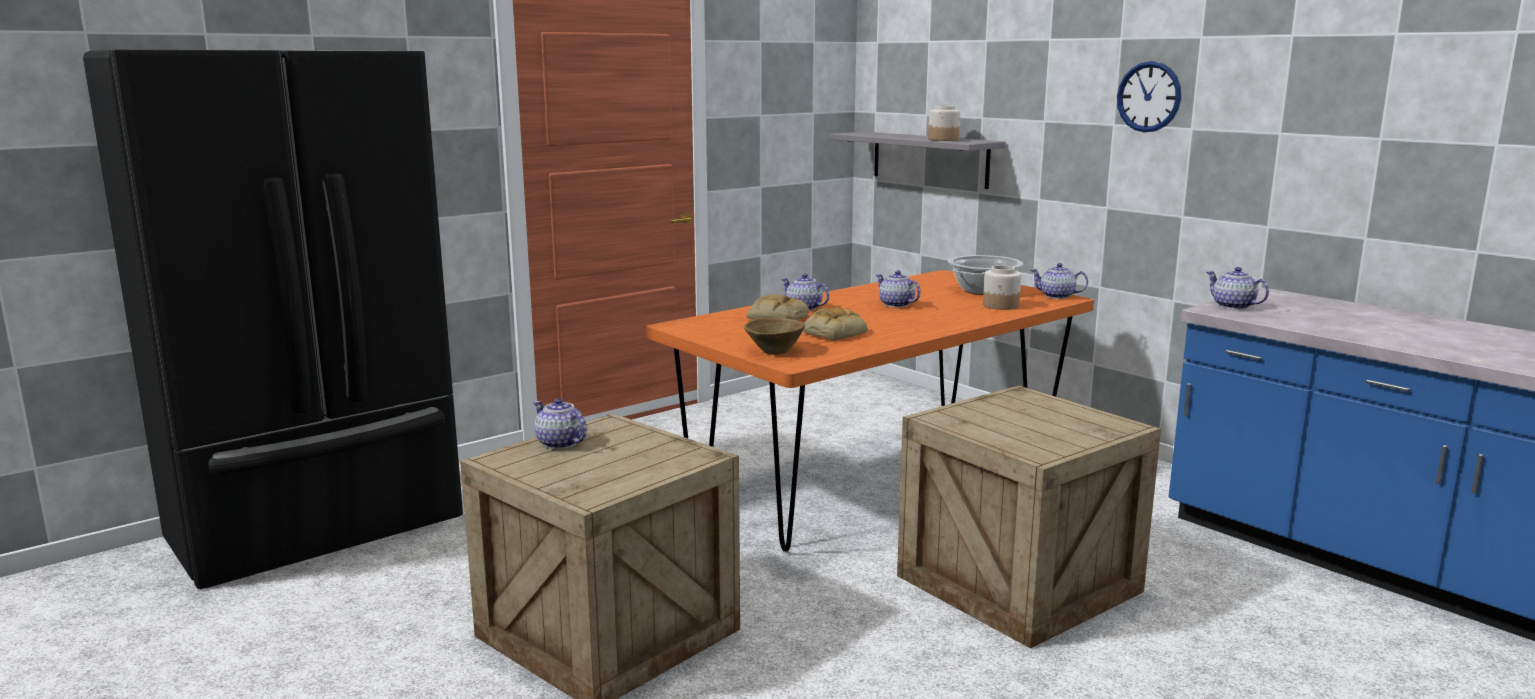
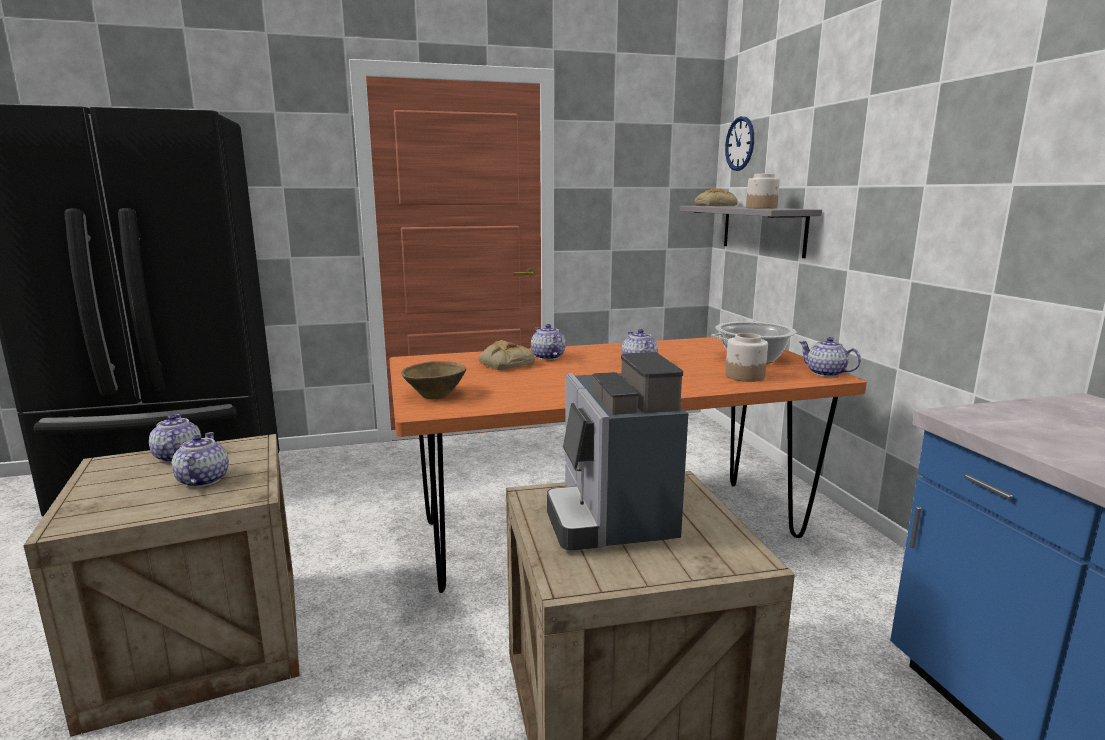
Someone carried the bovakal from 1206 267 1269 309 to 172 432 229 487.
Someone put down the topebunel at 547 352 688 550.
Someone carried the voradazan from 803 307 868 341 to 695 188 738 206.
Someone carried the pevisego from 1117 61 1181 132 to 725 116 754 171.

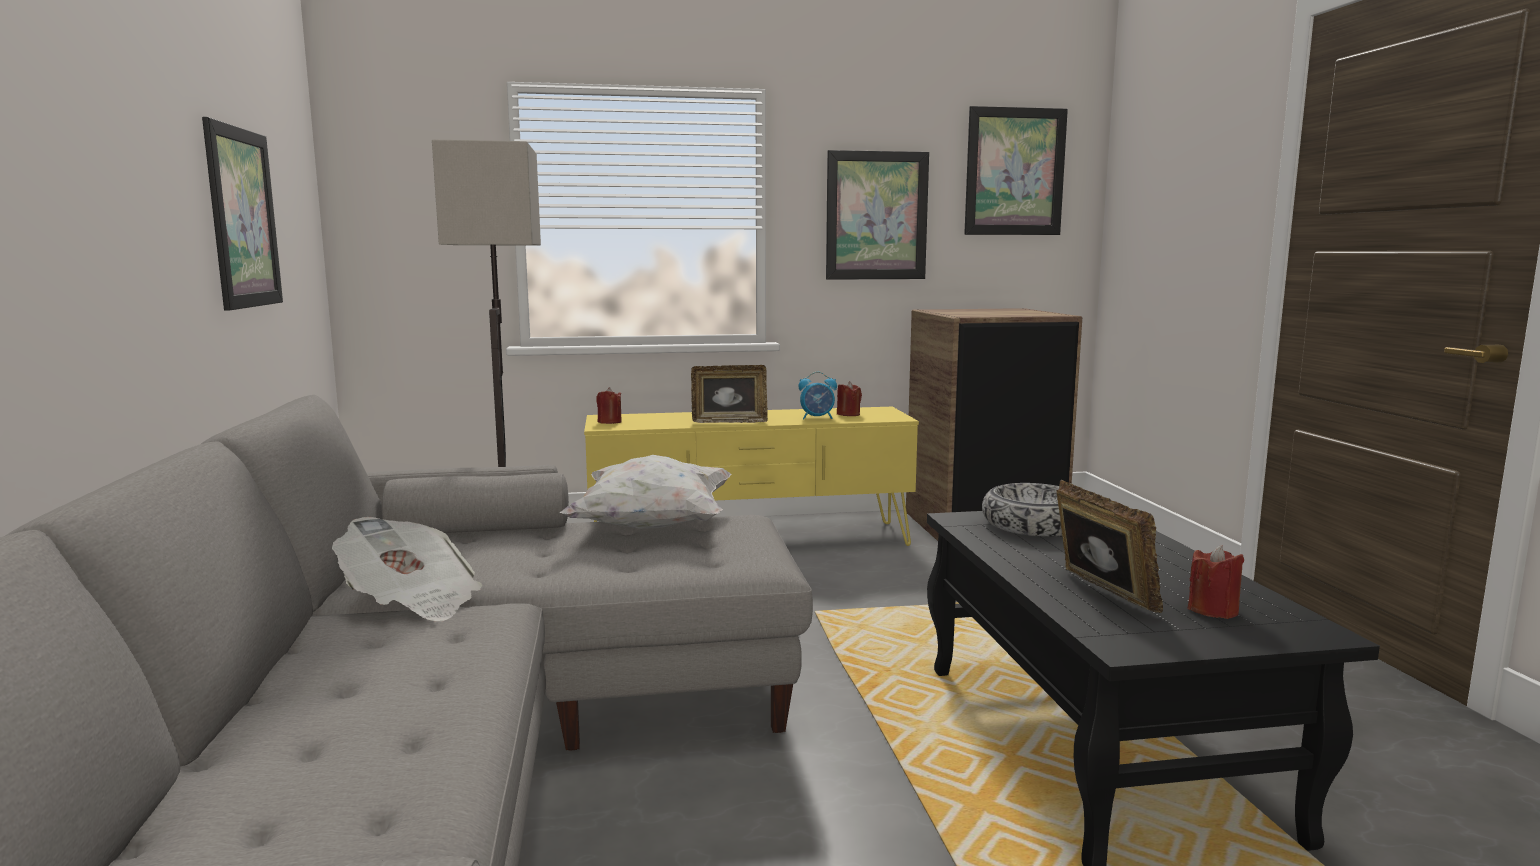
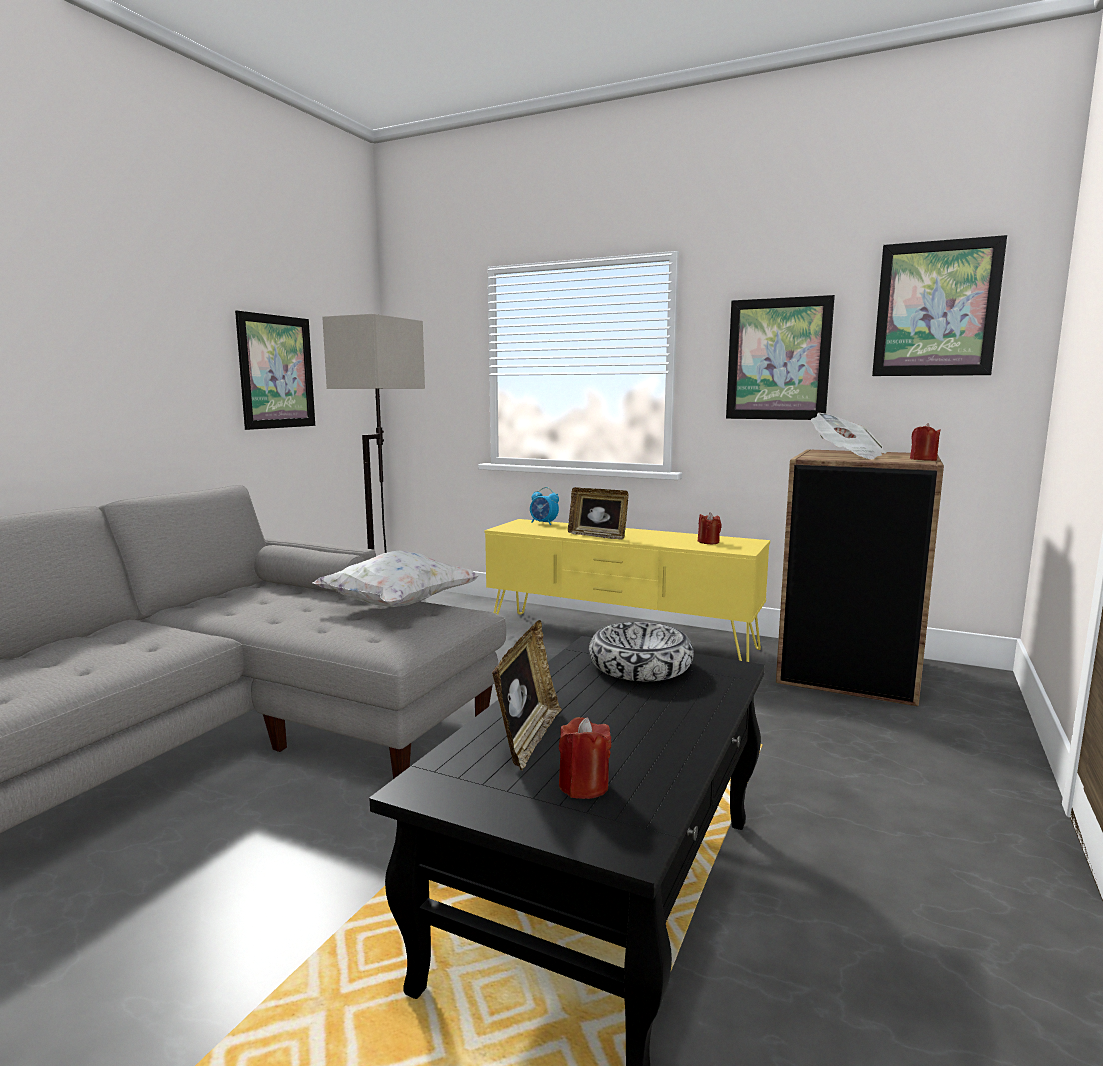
Someone carried the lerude from 798 372 837 419 to 530 487 559 525.
Someone carried the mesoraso from 332 517 483 621 to 811 413 887 459.
Someone carried the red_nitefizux from 596 387 622 424 to 910 423 941 461.

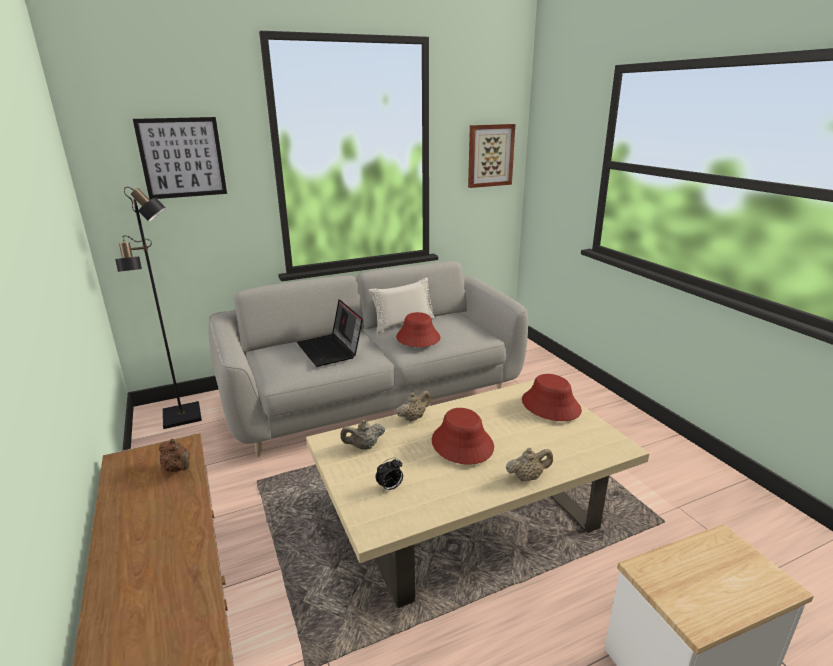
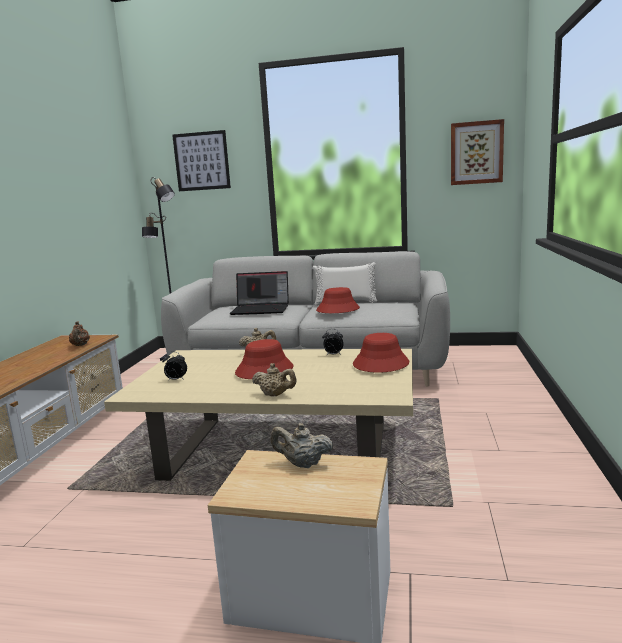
Someone rotated the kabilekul at 297 299 363 367 by 90 degrees counterclockwise.
Someone carried the beige_bovakal from 341 420 385 450 to 271 423 333 468.
Someone put down the lerude at 322 329 344 355.

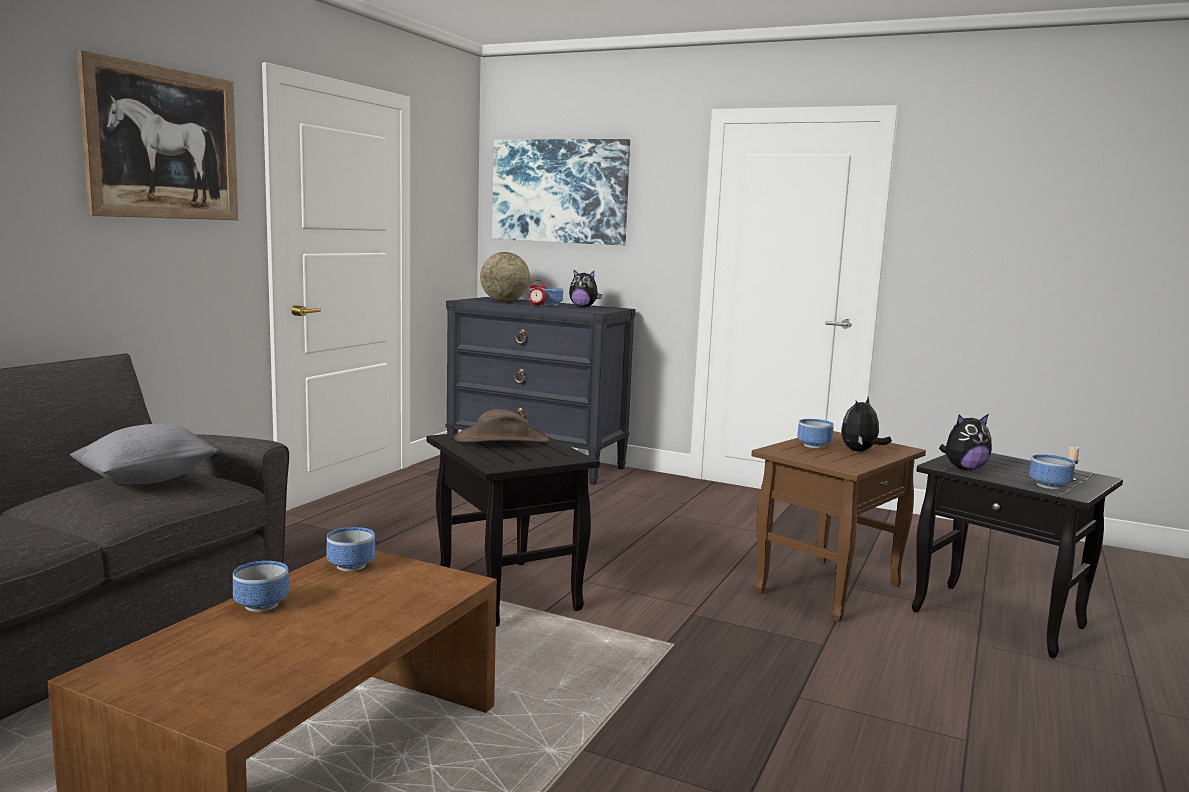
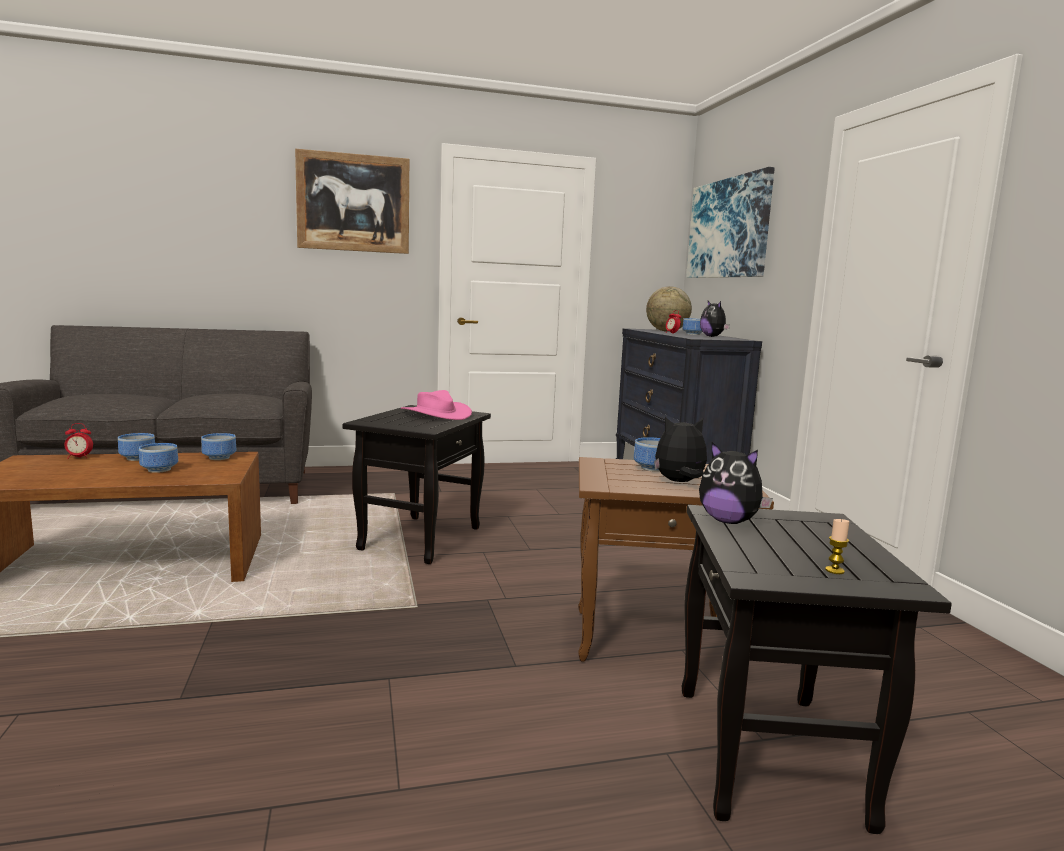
Someone put down the lerude at 64 423 93 459.
Someone carried the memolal from 1029 454 1075 490 to 139 443 178 473.
Someone repainted the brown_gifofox at 454 409 549 443, which became the pink_gifofox at 401 390 472 420.
Someone took away the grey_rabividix at 70 424 218 484.

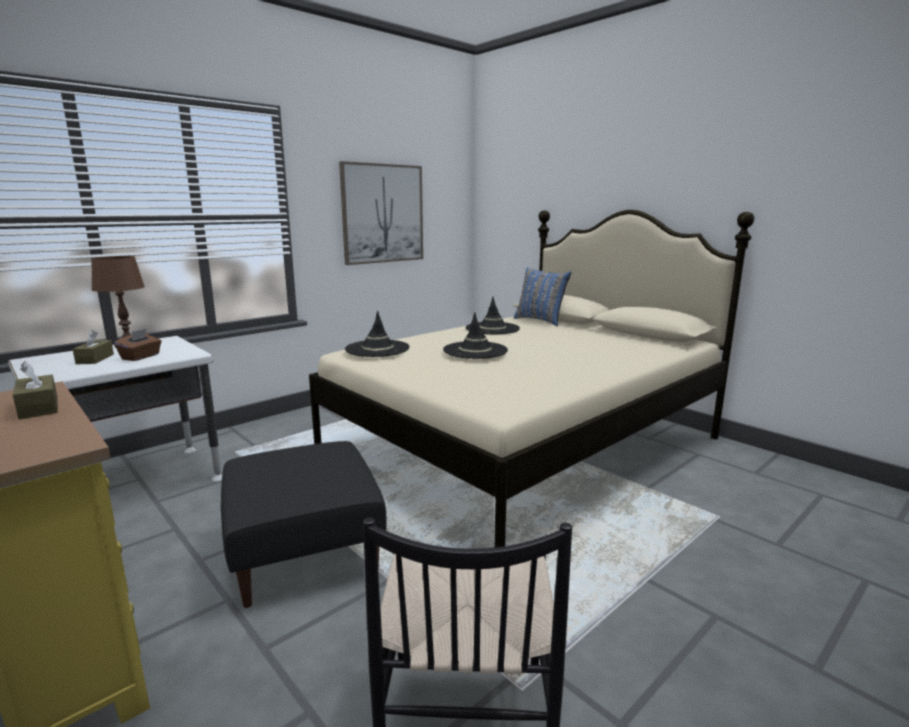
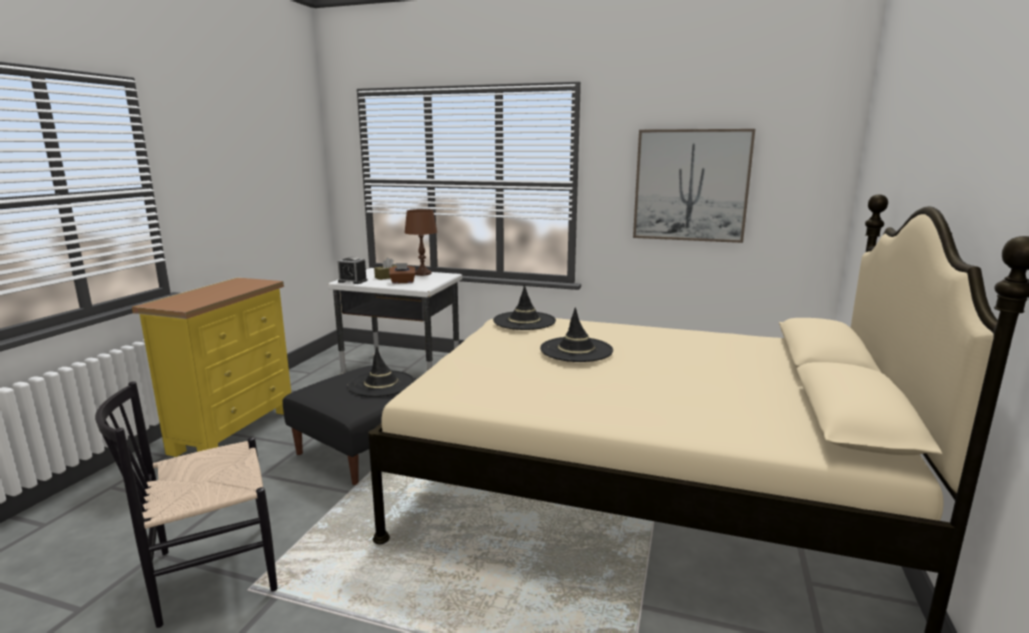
Someone put down the lerude at 337 257 368 284.
Someone carried the black_gifofox from 466 297 520 334 to 347 347 414 397.
Someone took away the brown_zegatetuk at 13 361 58 420.
Someone took away the blue_rabividix at 514 267 571 326.

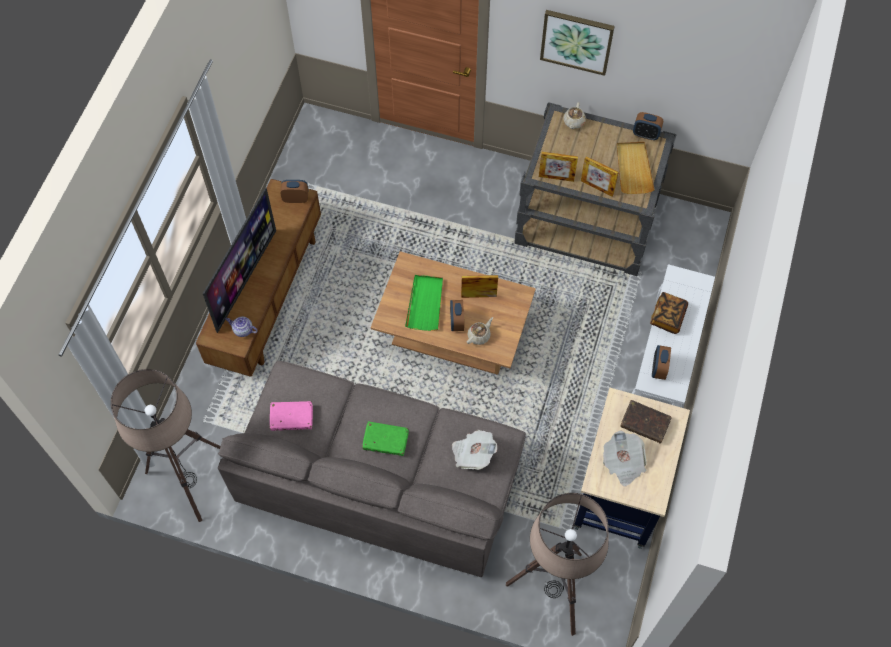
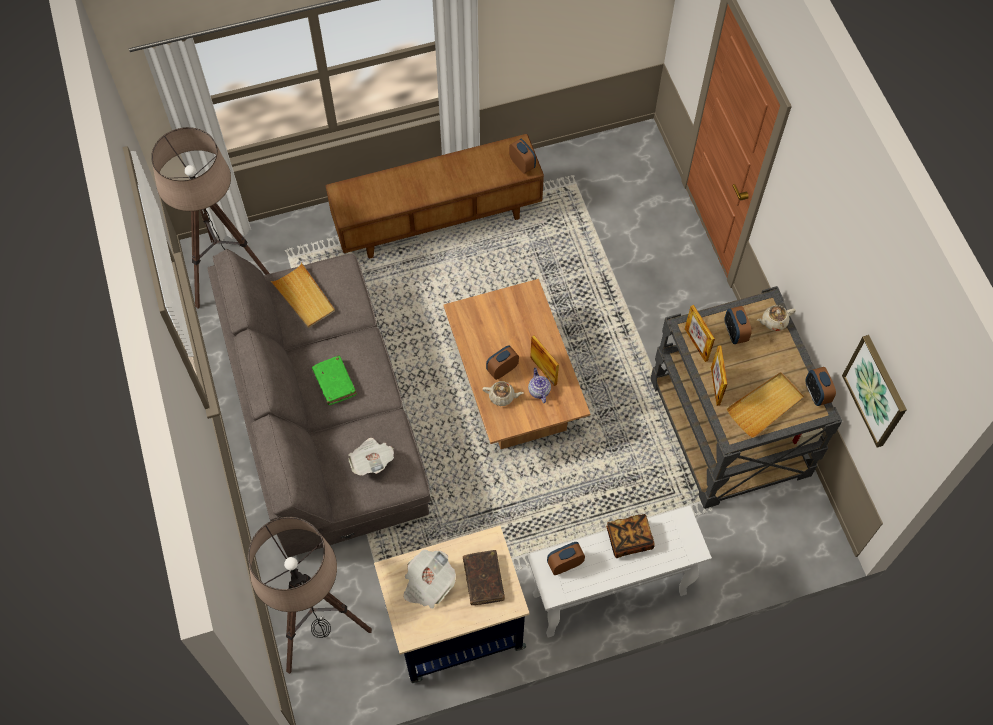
Someone swapped the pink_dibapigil at 270 401 313 431 for the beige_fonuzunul at 271 262 335 328.
Someone carried the bovakal from 226 316 258 337 to 528 368 551 403.
Someone put down the lerude at 725 306 752 344.
Someone carried the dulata from 540 10 615 76 to 842 335 907 447.
Someone took away the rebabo at 203 188 276 333.
Someone took away the green_fonuzunul at 405 275 443 331.

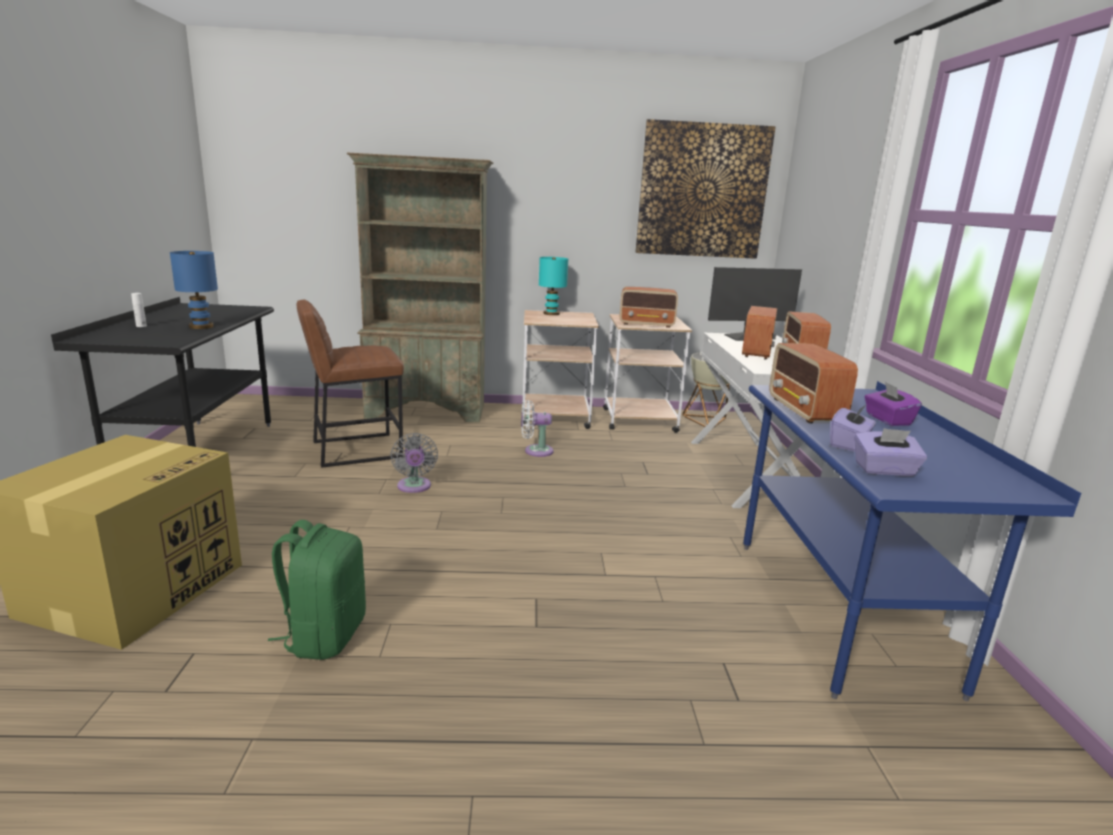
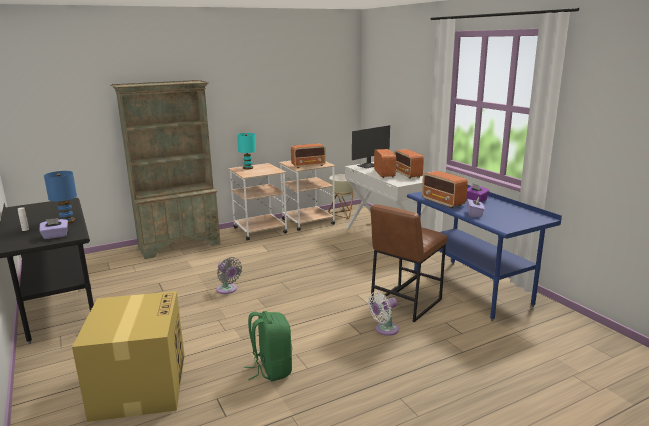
Someone carried the purple_zegatetuk from 854 428 927 476 to 39 218 68 239.
Someone carried the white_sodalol from 521 400 554 457 to 368 292 399 336.
Someone carried the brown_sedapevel from 296 299 404 468 to 370 204 447 322.
Someone took away the dulata at 635 119 776 259.

